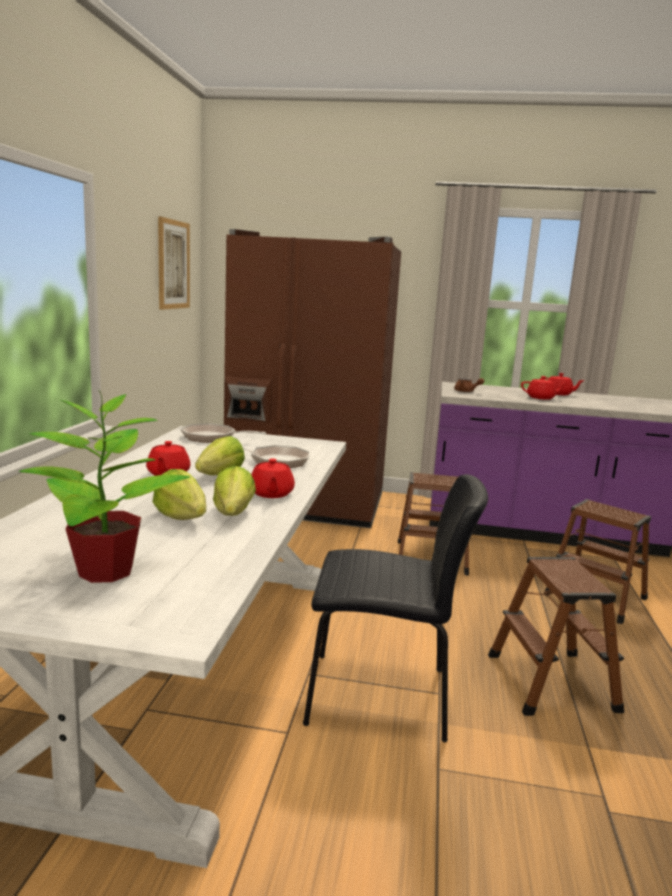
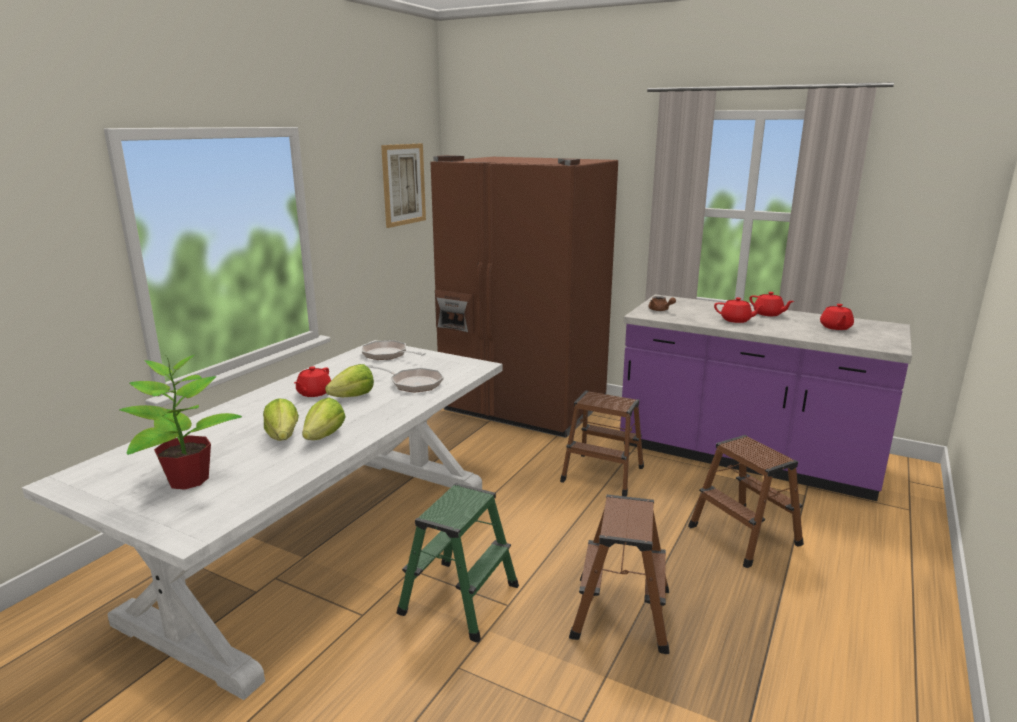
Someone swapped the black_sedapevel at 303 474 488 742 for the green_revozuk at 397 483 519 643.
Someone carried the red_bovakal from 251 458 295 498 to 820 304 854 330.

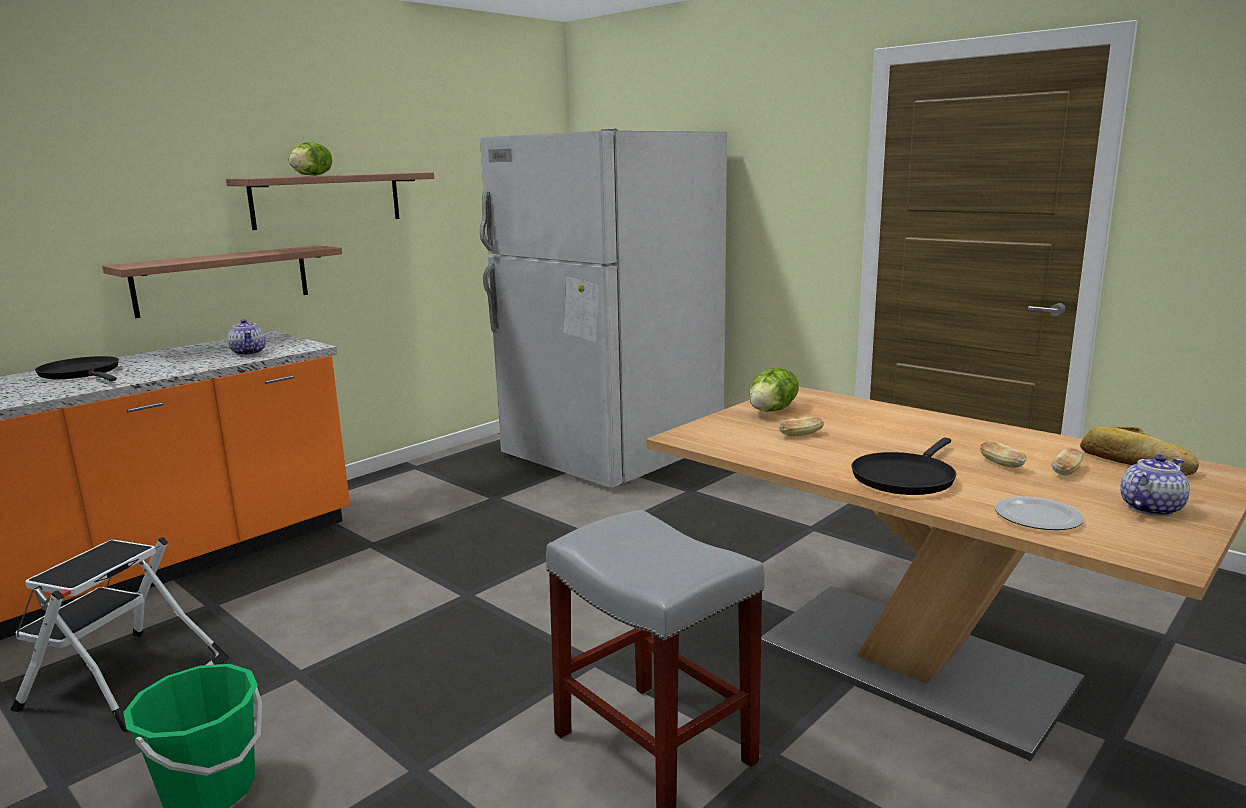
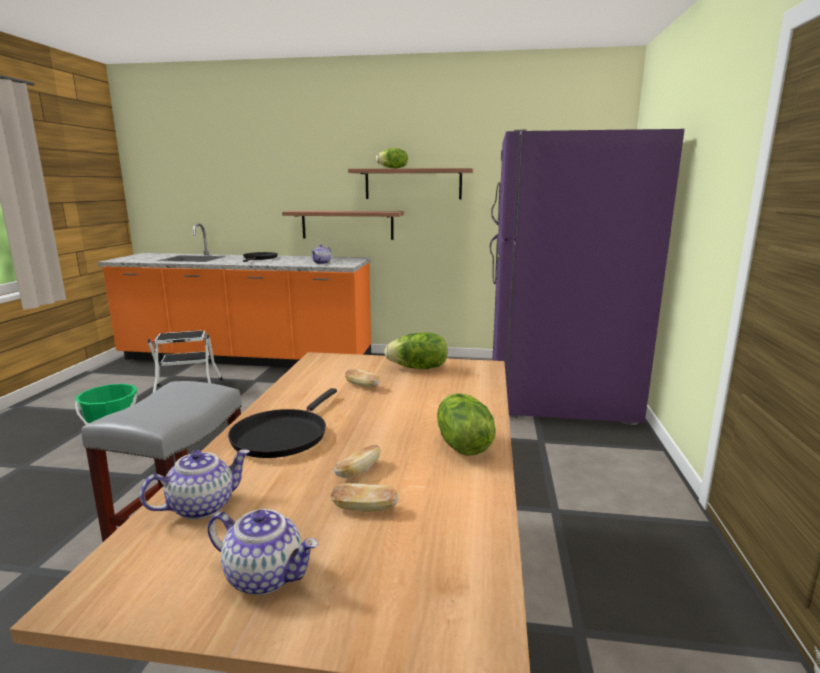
Someone swapped the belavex at 995 496 1084 530 for the bovakal at 140 449 250 520.
Someone rotated the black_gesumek at 852 438 956 495 by 75 degrees counterclockwise.
Someone put down the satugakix at 437 393 496 456.
Someone repainted the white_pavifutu at 480 128 727 487, which became the purple_pavifutu at 490 129 685 425.
Someone took away the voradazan at 1080 426 1199 476.

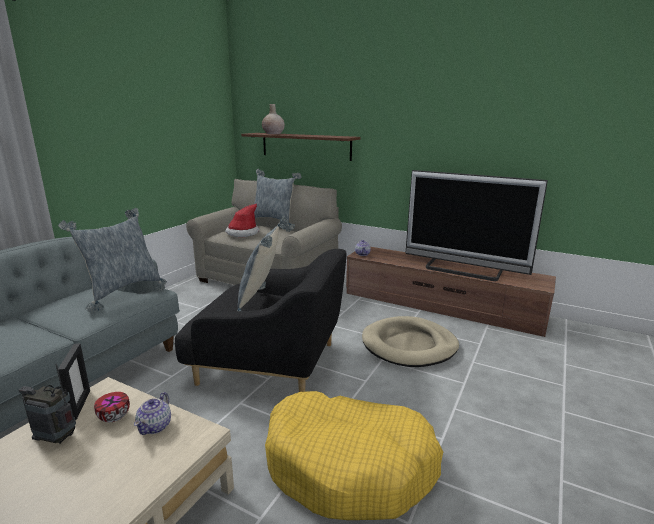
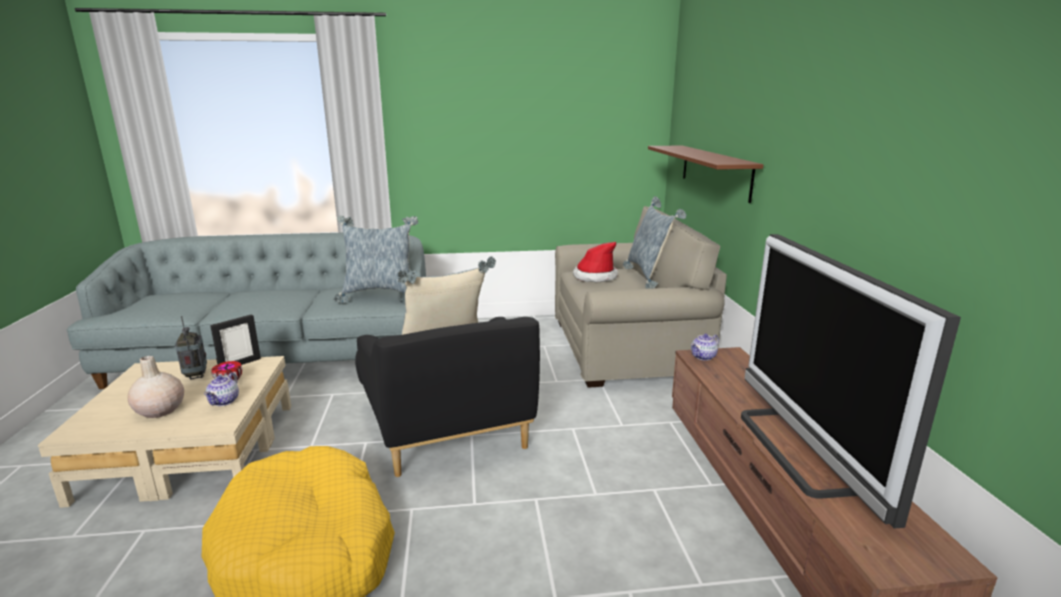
Someone carried the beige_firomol from 262 104 285 134 to 128 356 184 418.
Someone rotated the bovakal at 134 392 171 435 by 60 degrees counterclockwise.
Someone took away the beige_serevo at 362 316 459 367.

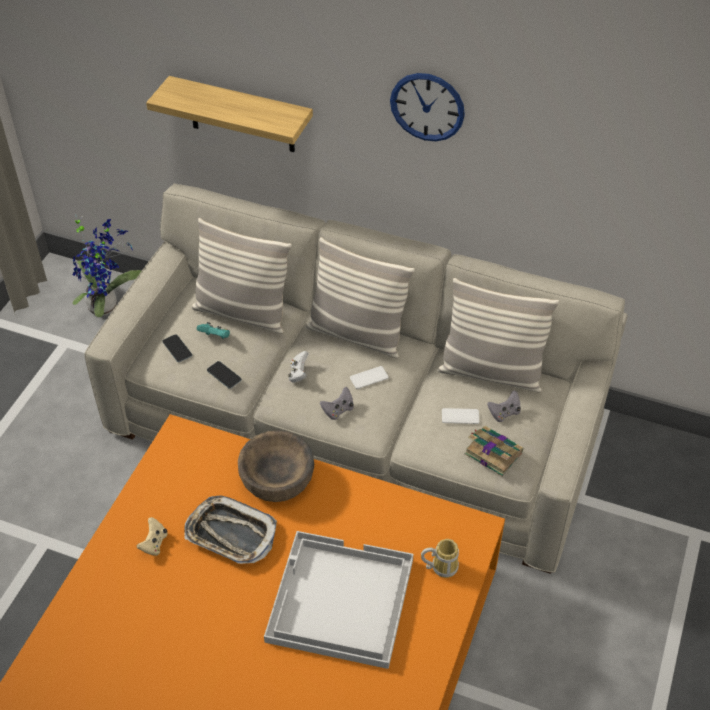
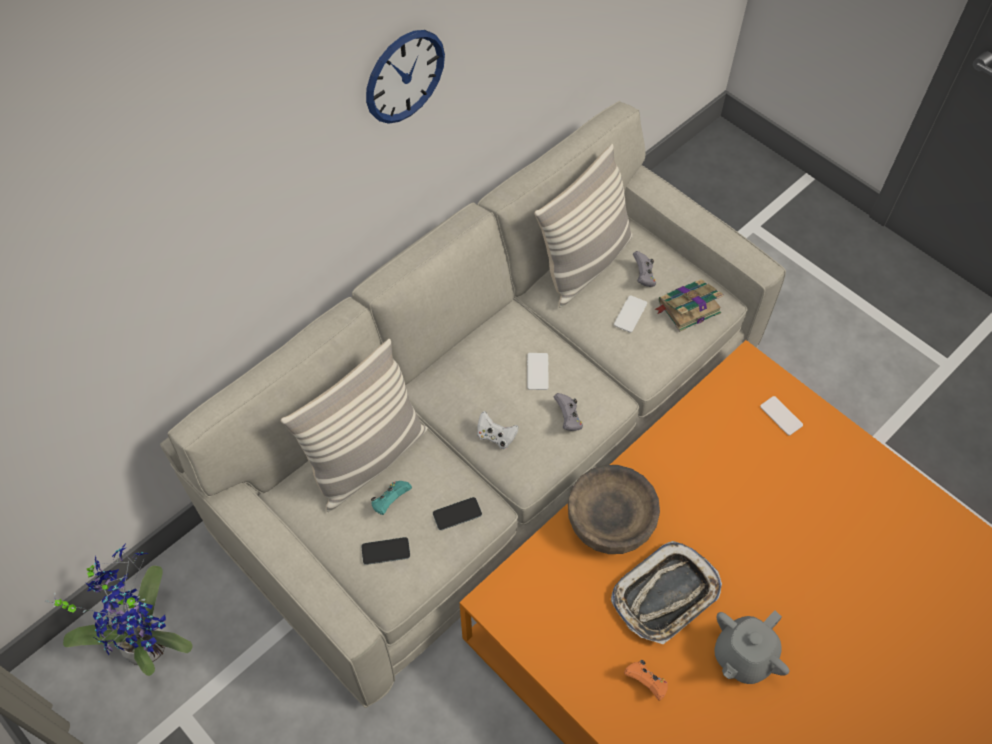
Someone repainted the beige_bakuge at 137 517 167 556, which became the orange_bakuge at 624 660 668 700.
Someone put down the grey_bovakal at 714 610 789 684.
Someone swapped the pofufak at 421 539 459 578 for the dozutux at 760 396 803 435.
Someone took away the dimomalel at 146 76 313 152.
Someone took away the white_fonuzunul at 264 531 413 669.
Someone took away the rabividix at 305 237 415 358.

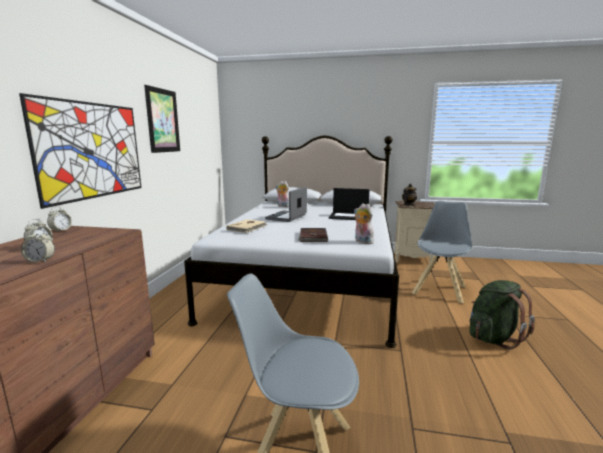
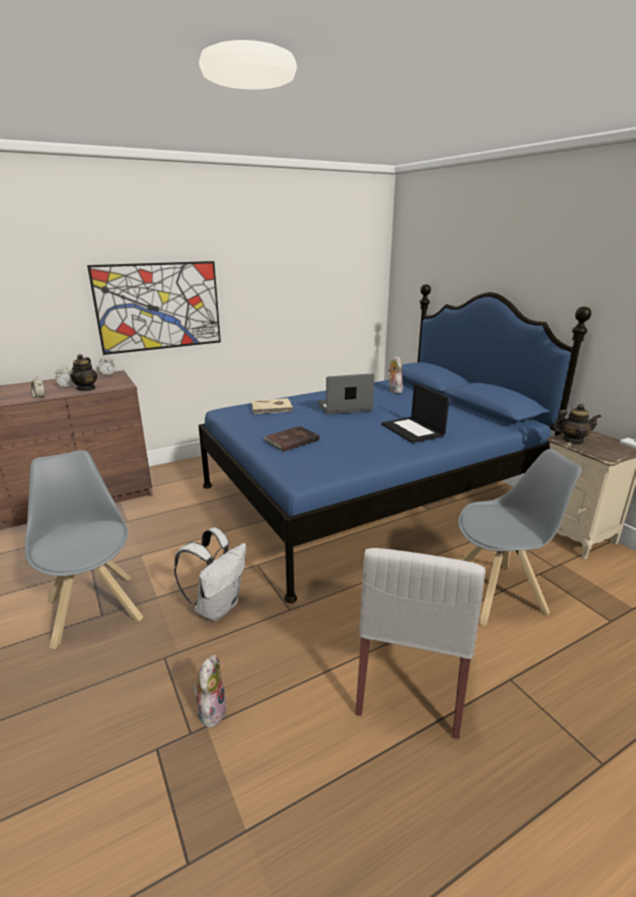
Someone put down the bovakal at 70 354 98 391.
Someone put down the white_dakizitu at 174 527 246 621.
Someone carried the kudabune from 354 203 374 244 to 193 655 227 728.
Someone repainted the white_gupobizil at 184 136 399 348, which became the blue_gupobizil at 198 284 591 603.
Someone swapped the green_dakizitu at 469 280 535 350 for the white_sedapevel at 355 548 485 739.
Someone took away the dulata at 144 85 180 153.

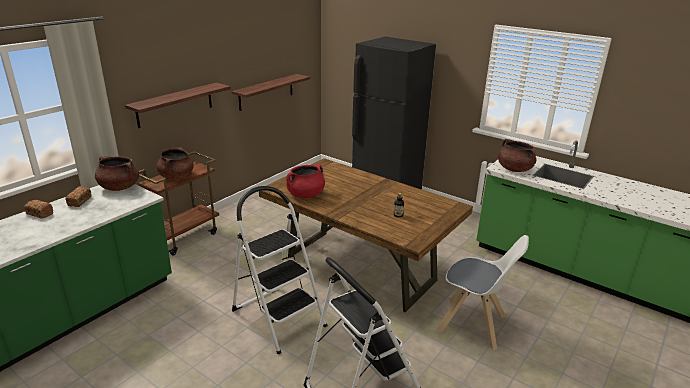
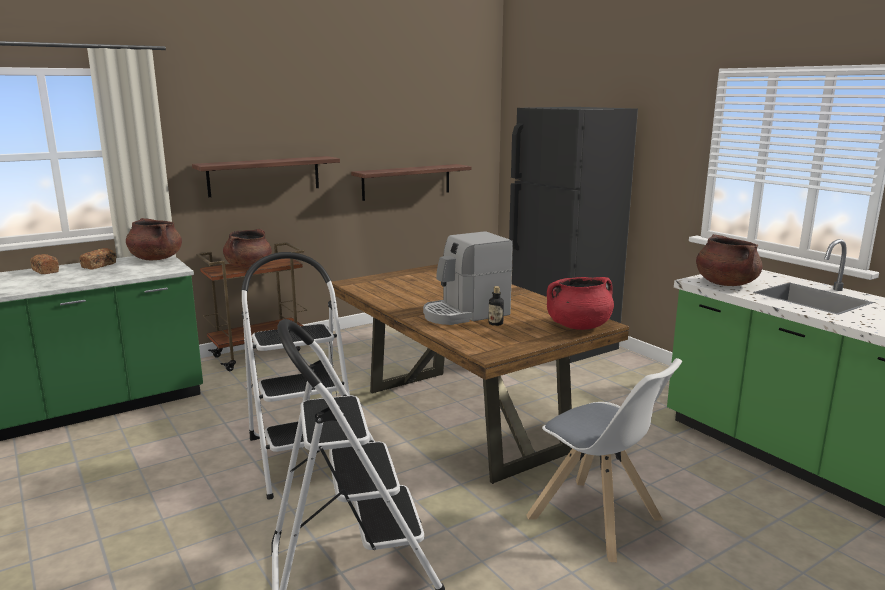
Someone put down the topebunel at 423 231 513 325.
Someone carried the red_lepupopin from 286 165 325 198 to 547 277 614 330.

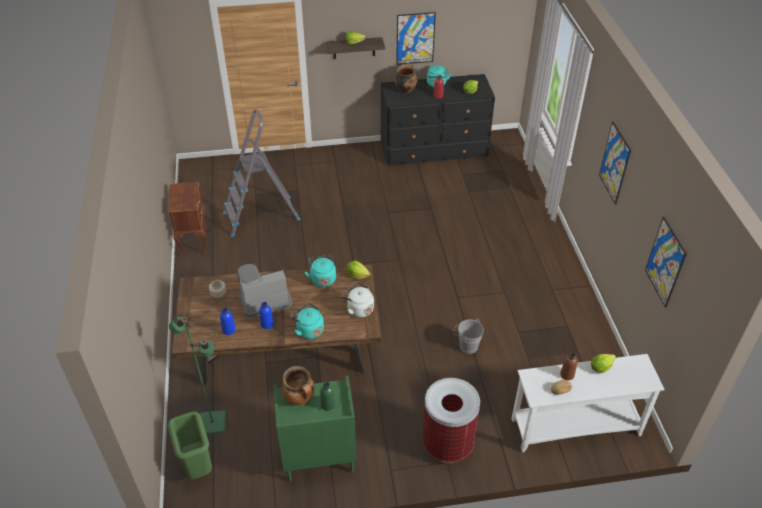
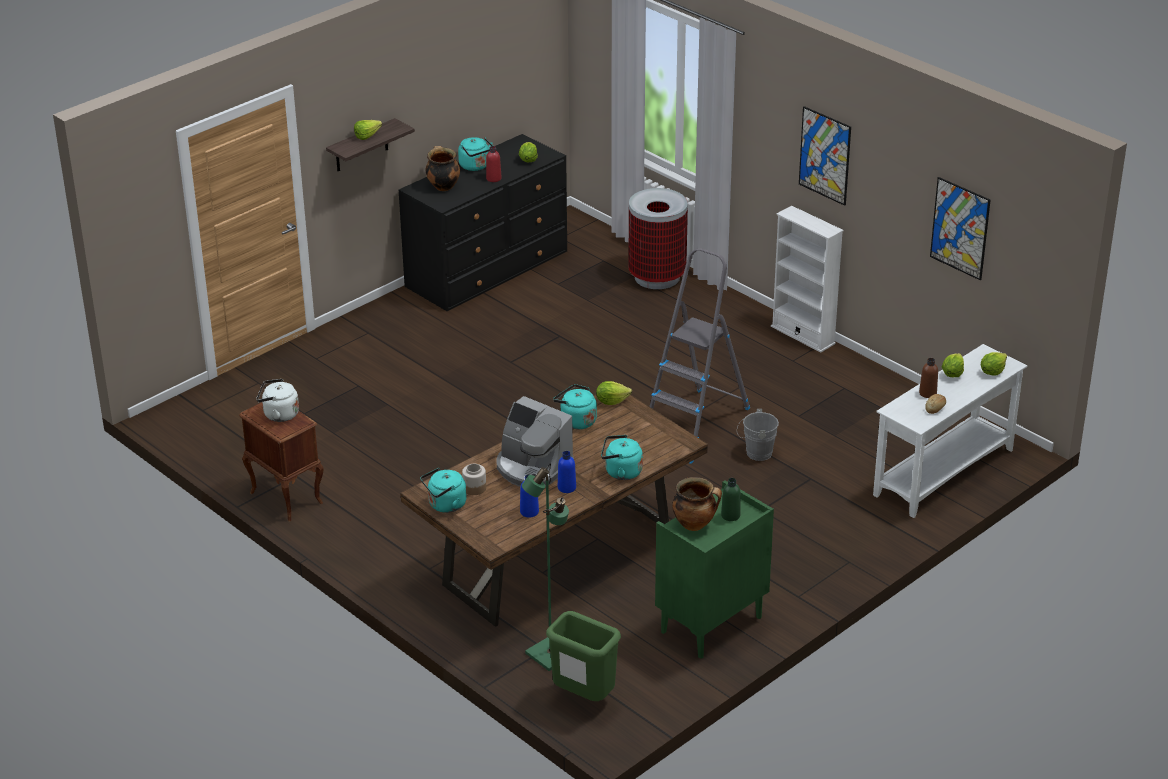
Someone carried the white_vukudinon from 342 282 374 318 to 256 379 299 422.
Someone put down the turquoise_vukudinon at 421 468 466 513.
Someone rotated the topebunel at 237 264 293 318 by 90 degrees counterclockwise.
Someone carried the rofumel from 422 378 480 463 to 628 188 688 289.
Someone carried the grey_revozuk from 223 110 301 237 to 649 249 750 464.
Someone put down the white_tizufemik at 771 206 844 353.
Someone put down the satugakix at 981 352 1007 376.
Someone took away the dulata at 396 12 436 65.

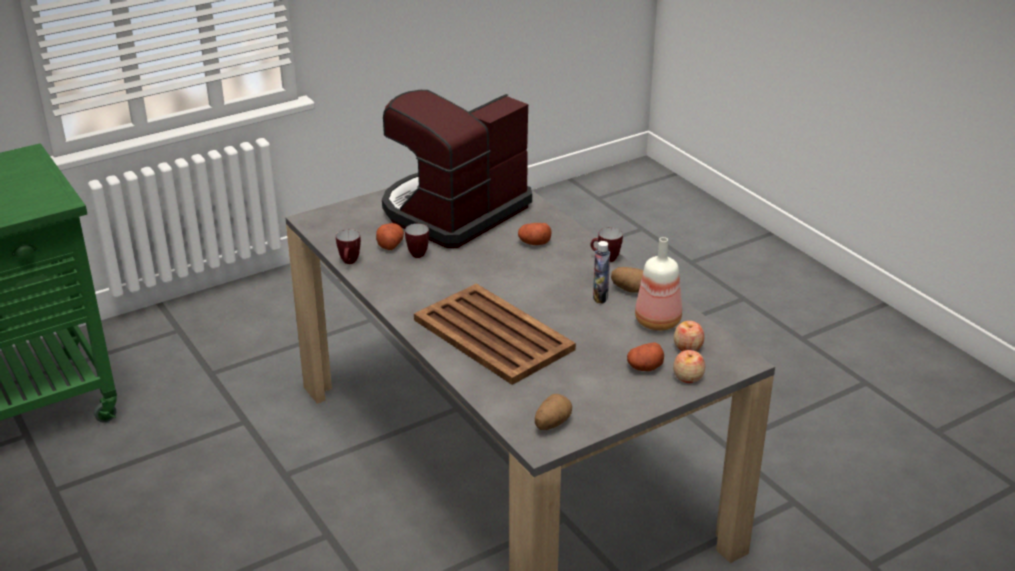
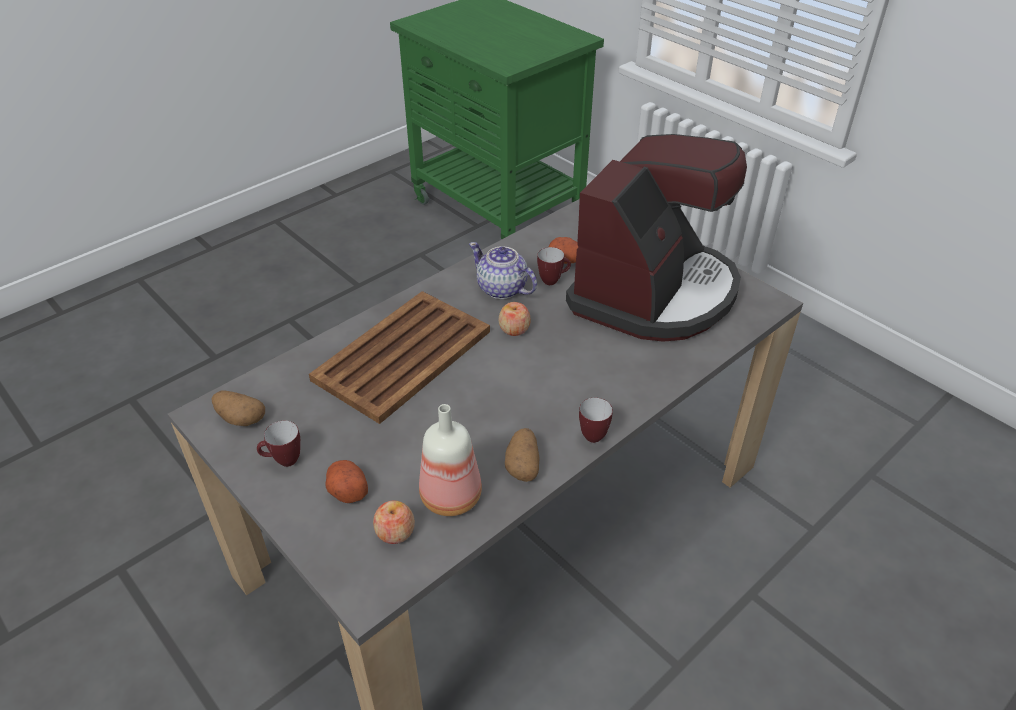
Someone carried the pofufak from 336 229 361 264 to 257 421 300 467.
Someone put down the bovakal at 469 242 537 299.
Someone carried the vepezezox from 673 350 705 383 to 499 302 531 336.
Someone rotated the topebunel at 382 90 532 248 by 90 degrees clockwise.
Someone took away the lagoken at 518 223 552 245.
Someone took away the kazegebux at 593 241 610 303.

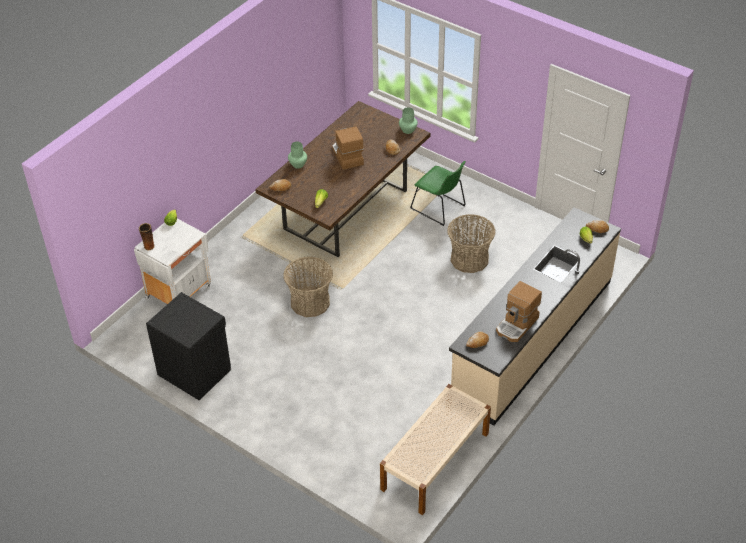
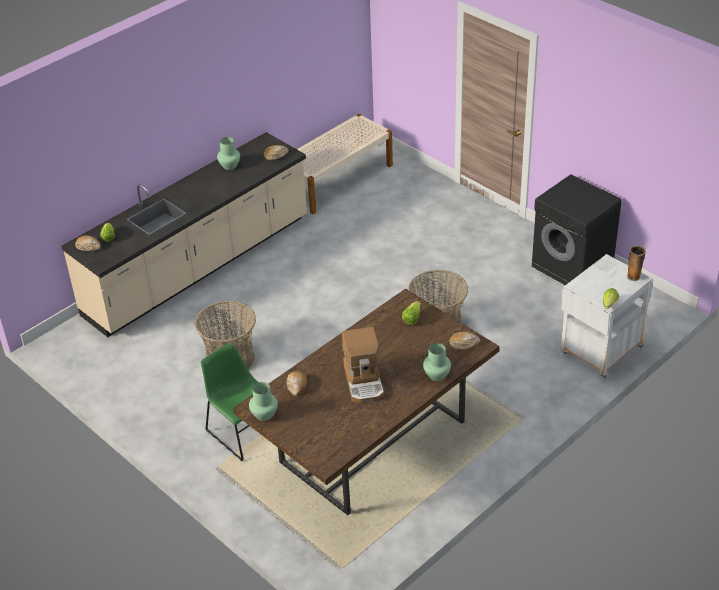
Someone swapped the topebunel at 496 281 542 342 for the green_firomol at 217 137 240 170.

